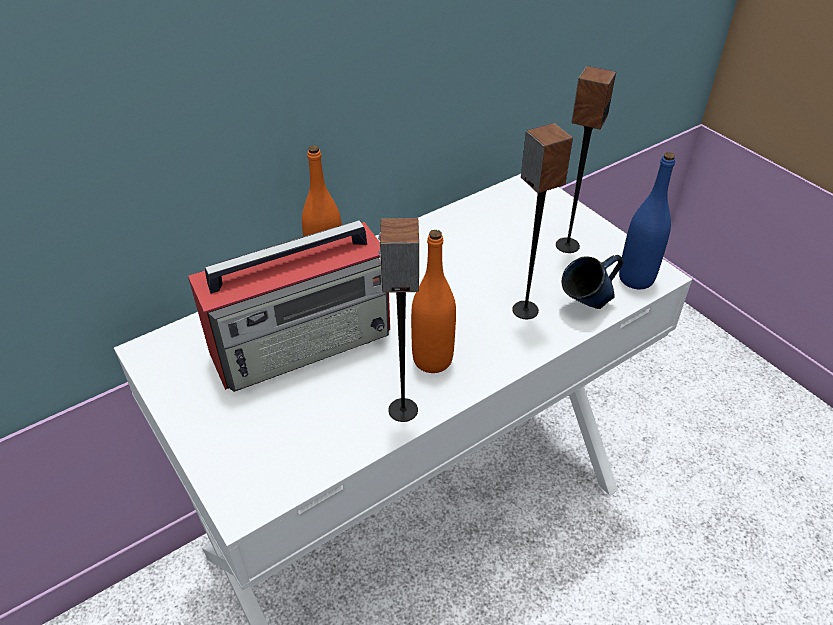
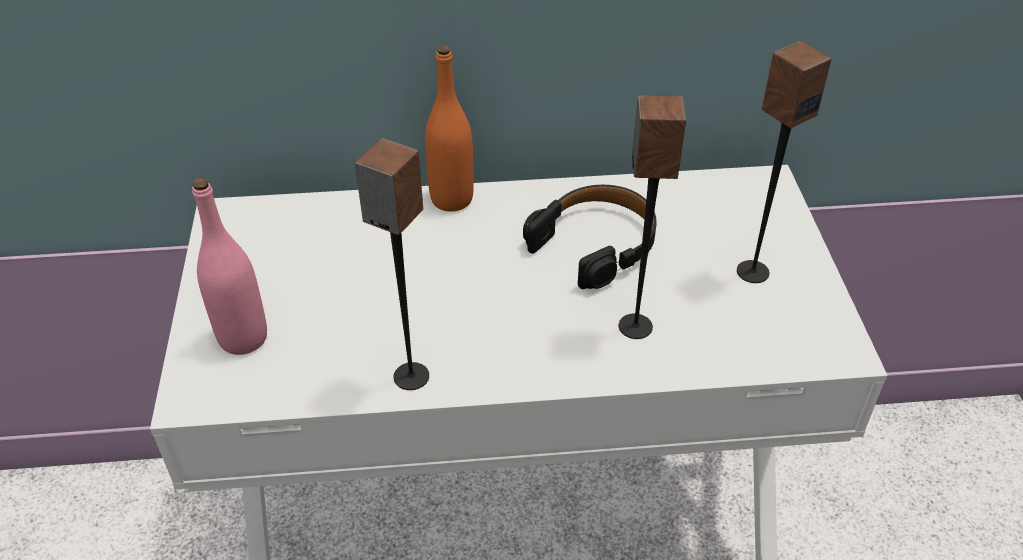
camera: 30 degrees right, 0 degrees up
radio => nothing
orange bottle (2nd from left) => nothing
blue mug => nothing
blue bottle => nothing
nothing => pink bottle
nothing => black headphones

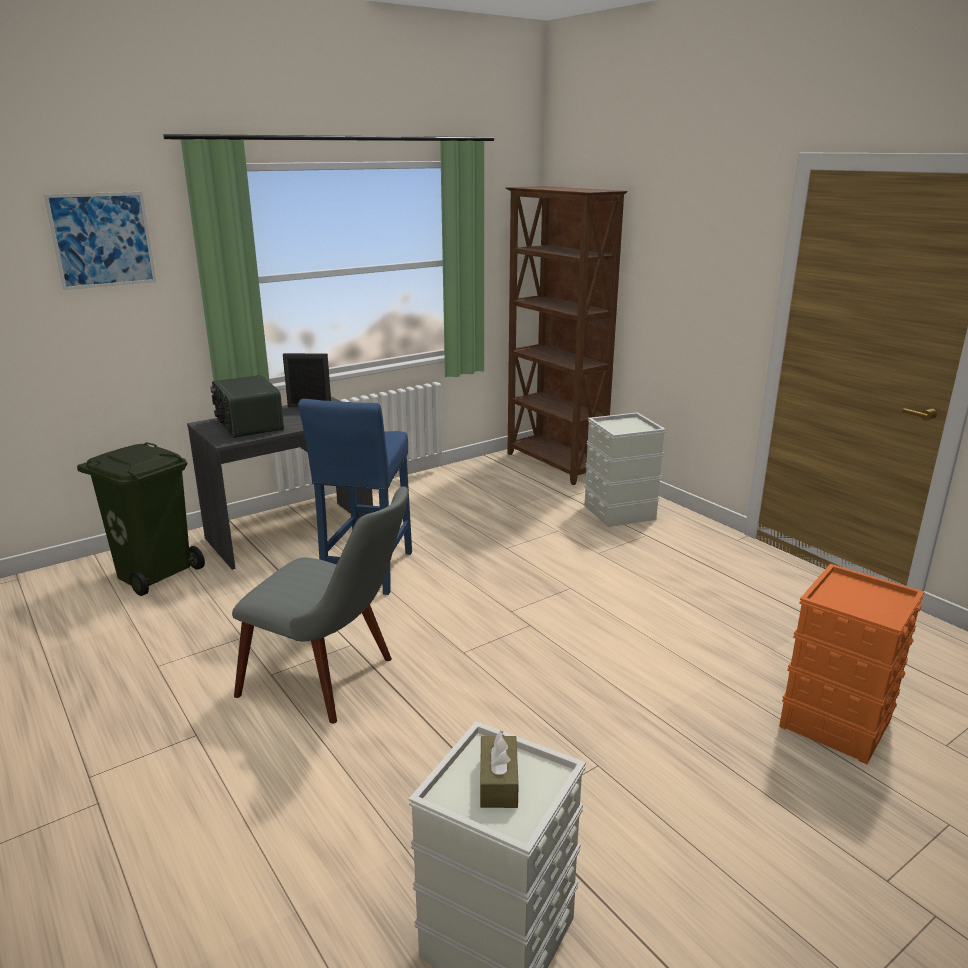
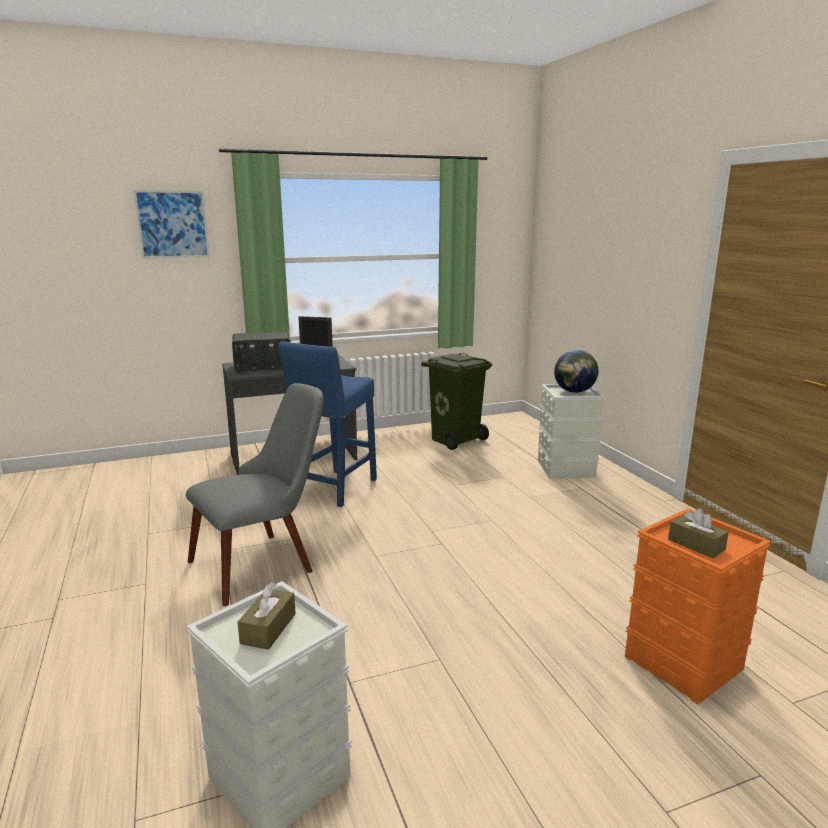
camera: 15 degrees right, 5 degrees down
brown bookcase => nothing
nothing => globe
nothing => brown tissue box (2nd from left)
green trash can, moved
radio, 90 degrees counterclockwise
grey chair, 75 degrees counterclockwise

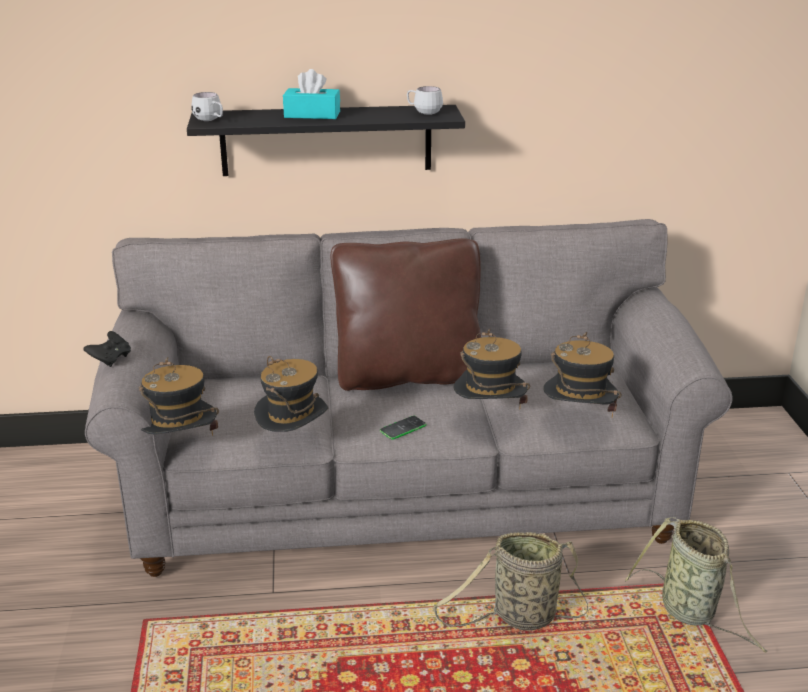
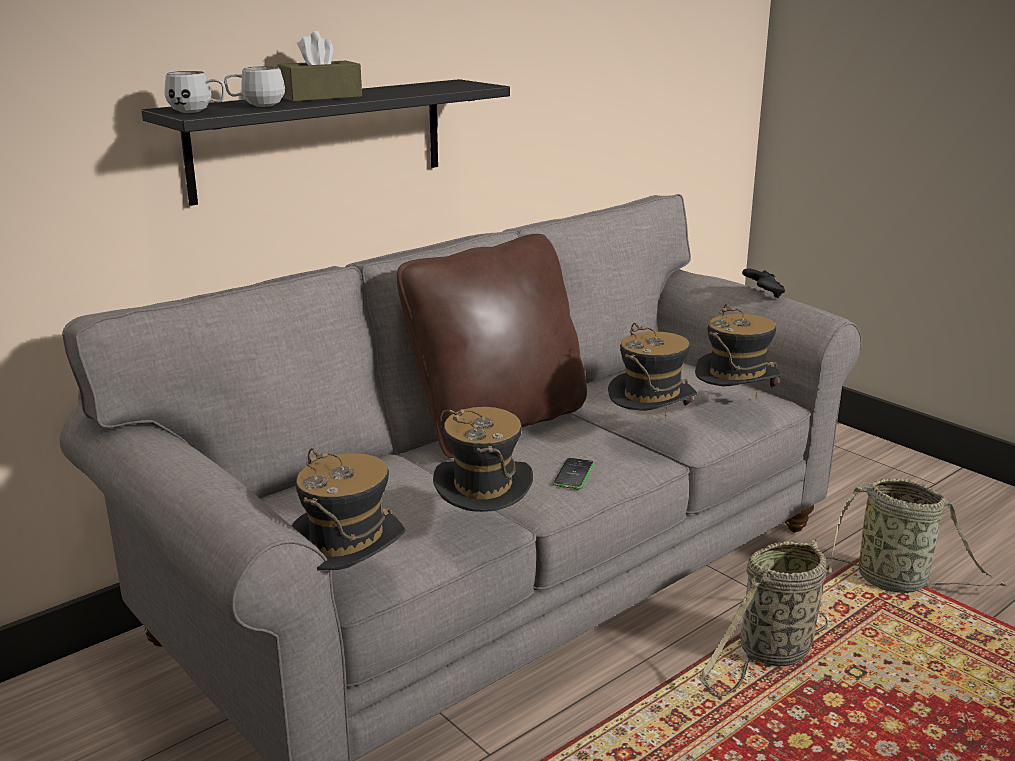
camera: 35 degrees left, 5 degrees down
black game controller, moved
white mug (2nd from left), moved
turquoise tissue box => brown tissue box

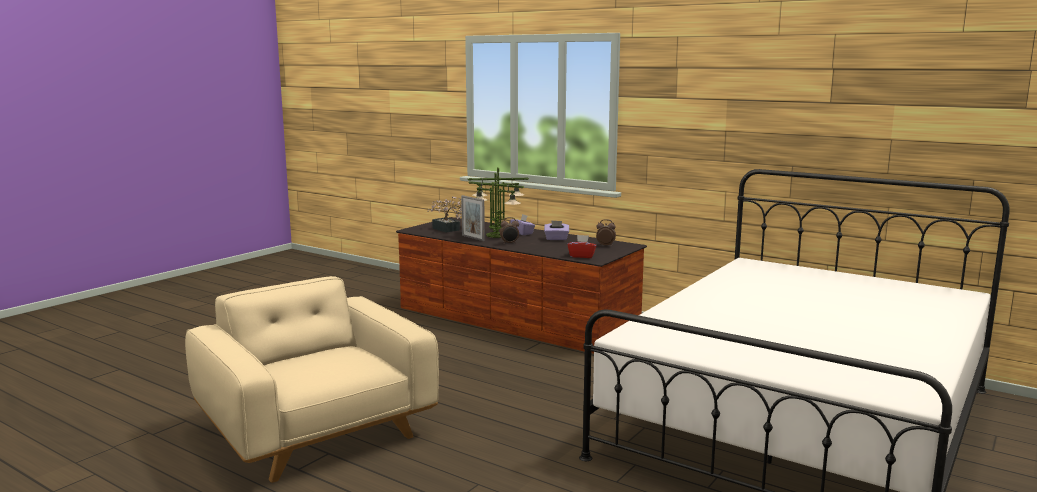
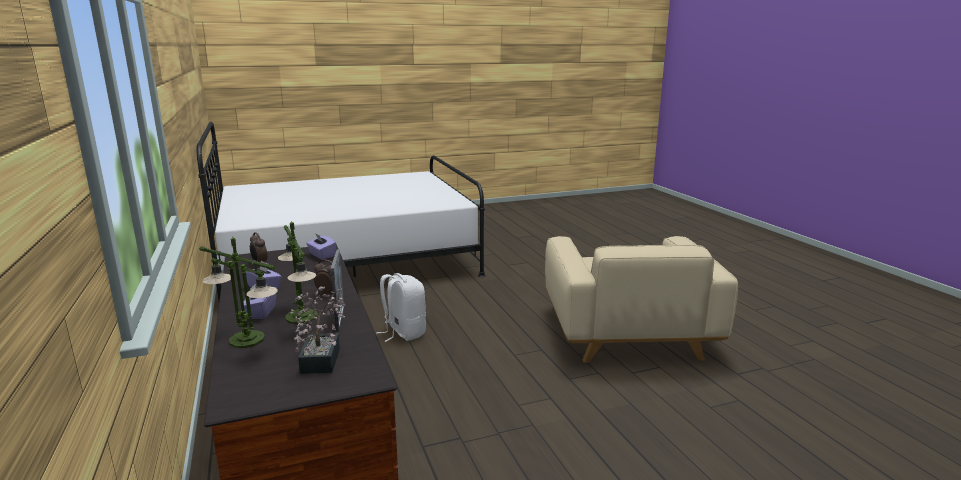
camera: 145 degrees left, 5 degrees up
nothing => white backpack
red tissue box => purple tissue box (3rd from left)

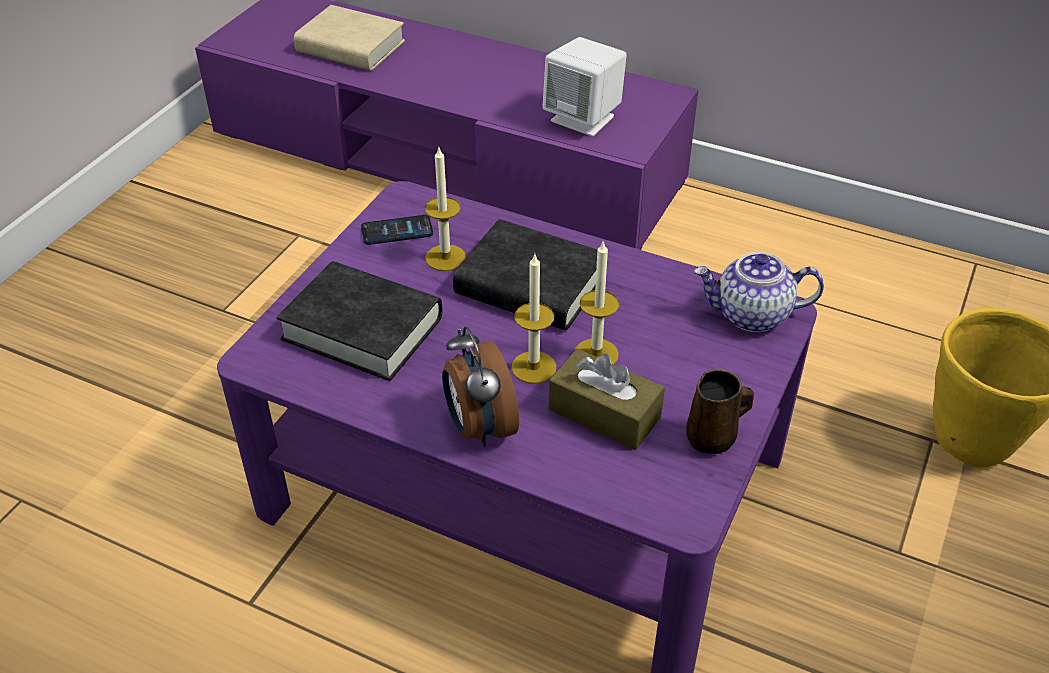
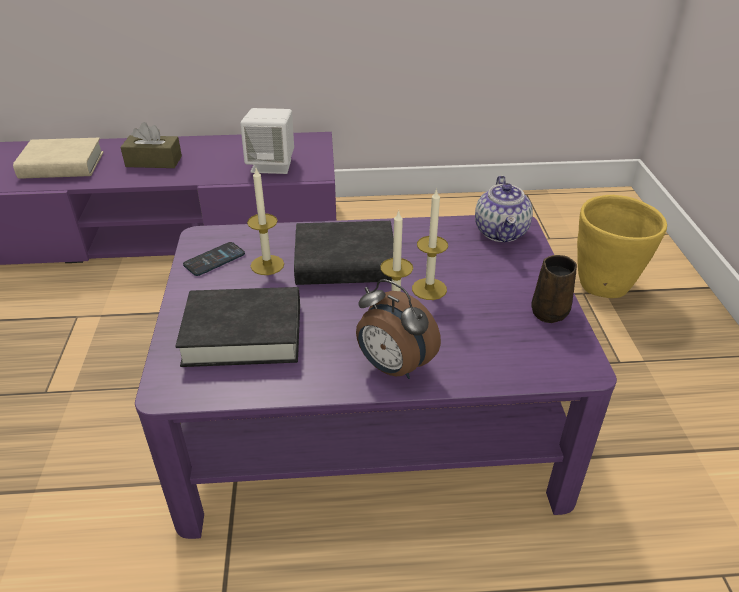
camera: 30 degrees left, 5 degrees down
brown tissue box, moved
teapot, 60 degrees counterclockwise

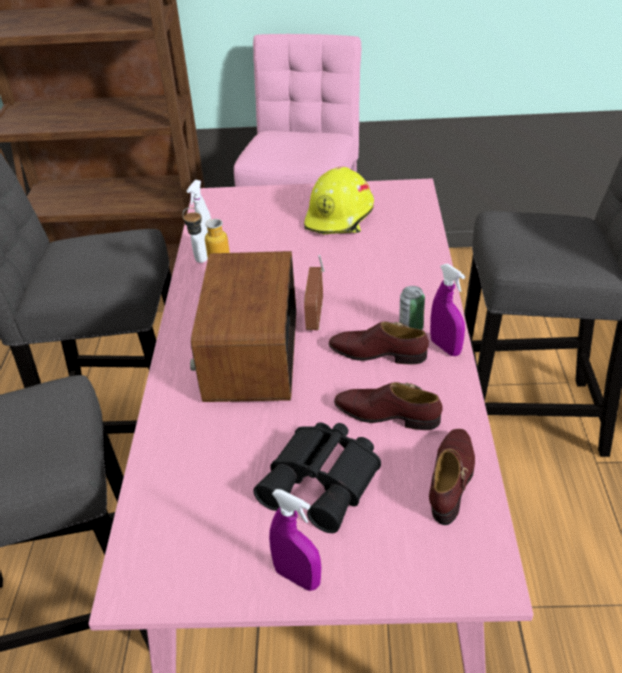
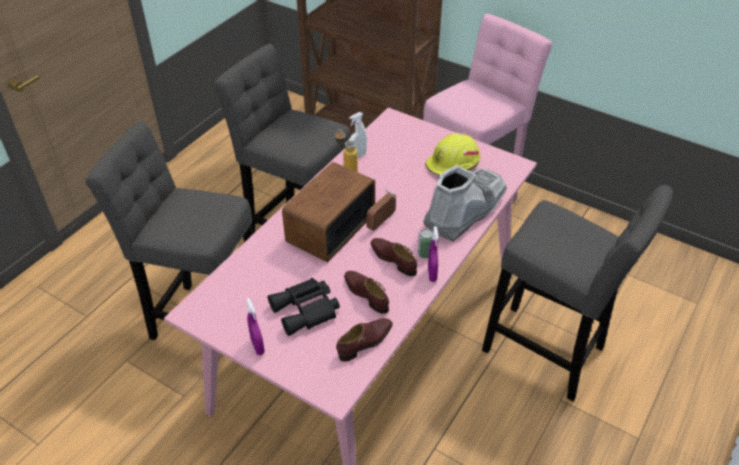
camera: 30 degrees right, 5 degrees up
nothing => grey boot

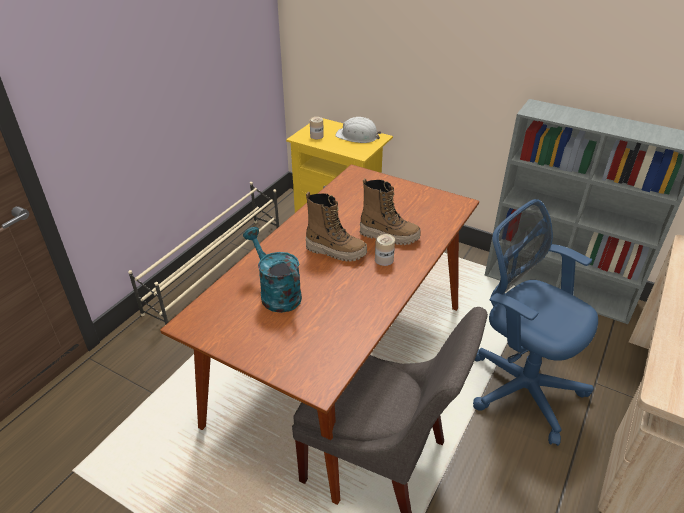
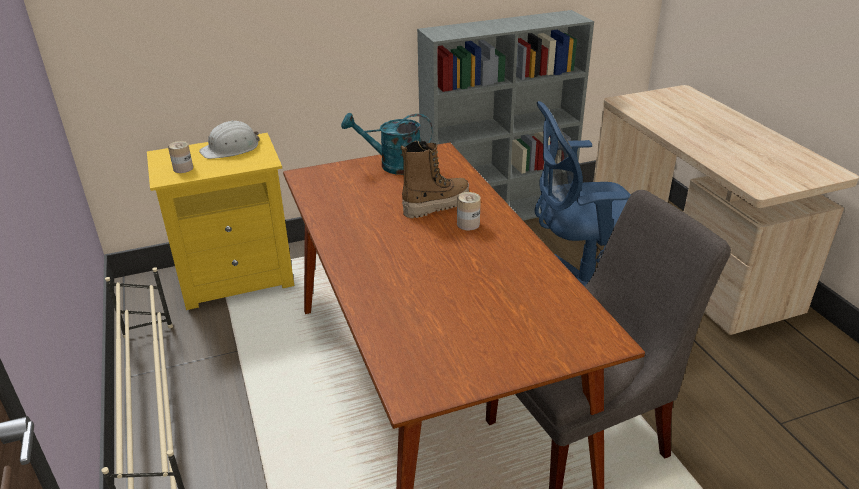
camera: 50 degrees left, 5 degrees down
boot (1st from left) => nothing
turquoise watering can, moved

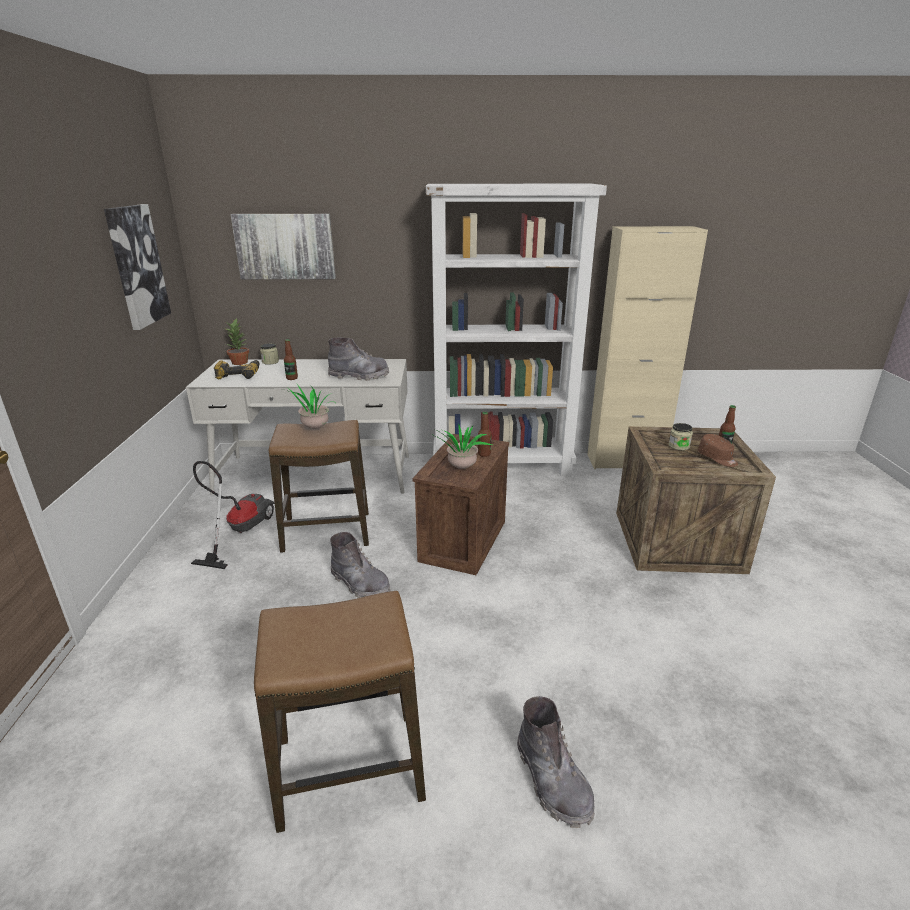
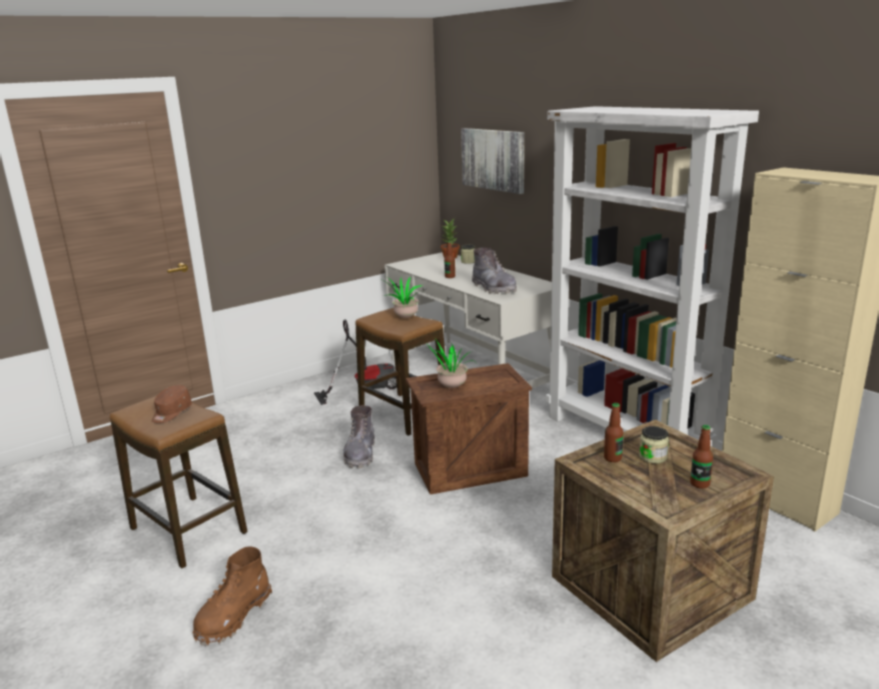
camera: 55 degrees right, 5 degrees down
picture (1st from left) => nothing
power drill => nothing
bottle (2nd from left), moved
brown cap, moved
grey boot (3rd from left) => brown boot

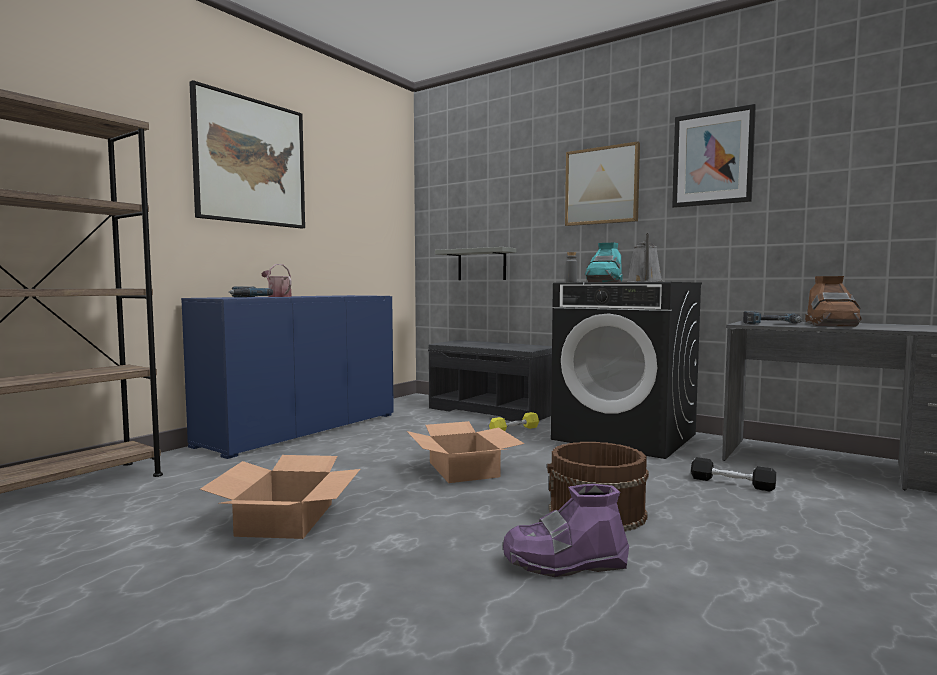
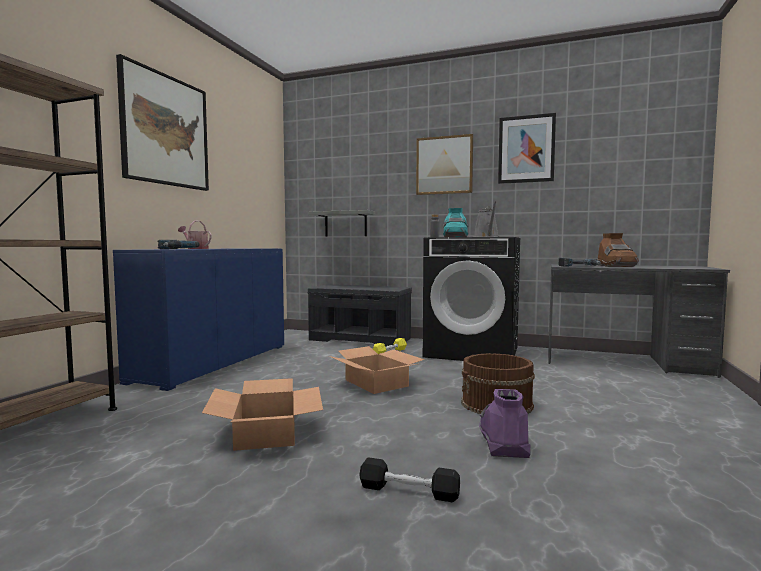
camera: 15 degrees left, 0 degrees up
black dumbbell, moved
purple boot, 120 degrees clockwise

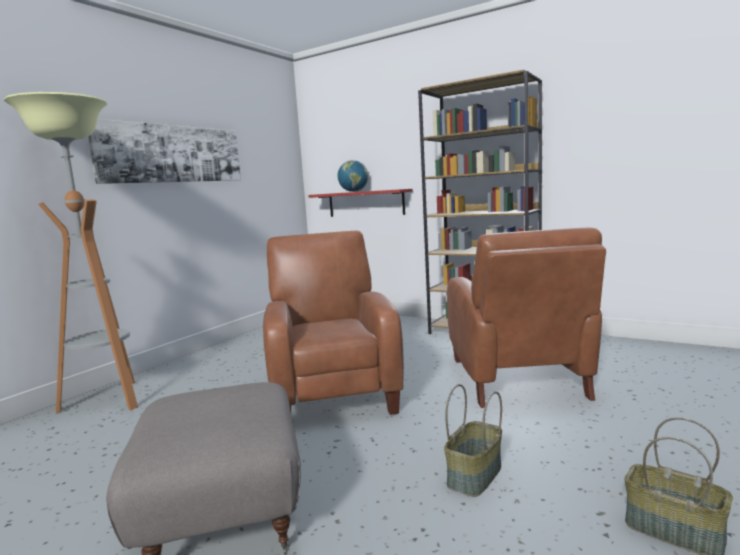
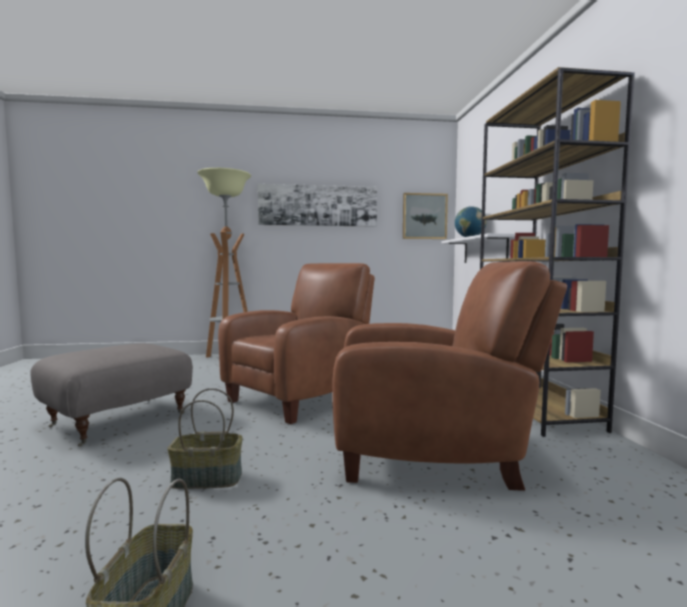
camera: 50 degrees right, 5 degrees down
nothing => picture (2nd from left)
red shelf => white shelf
brown armchair (2nd from left), 135 degrees counterclockwise

